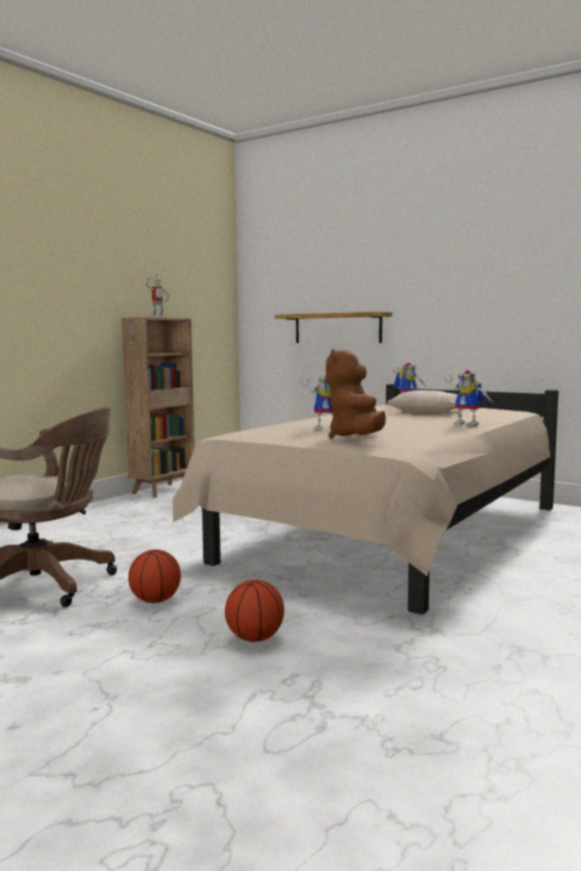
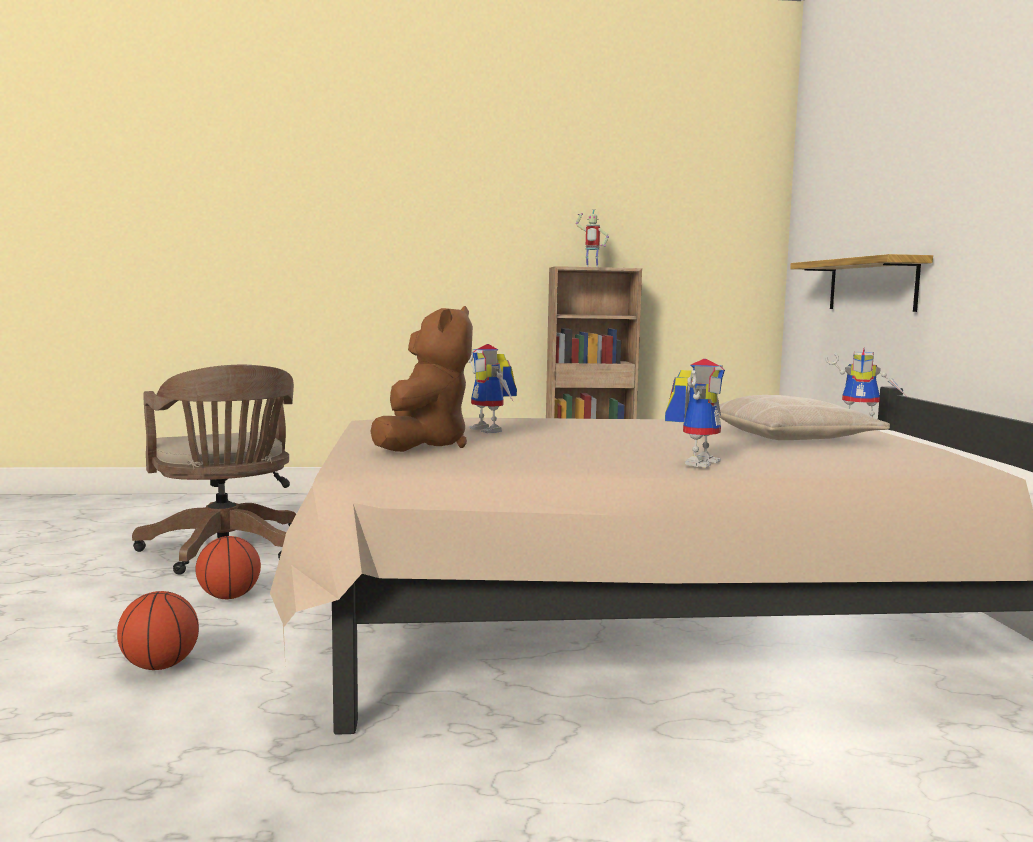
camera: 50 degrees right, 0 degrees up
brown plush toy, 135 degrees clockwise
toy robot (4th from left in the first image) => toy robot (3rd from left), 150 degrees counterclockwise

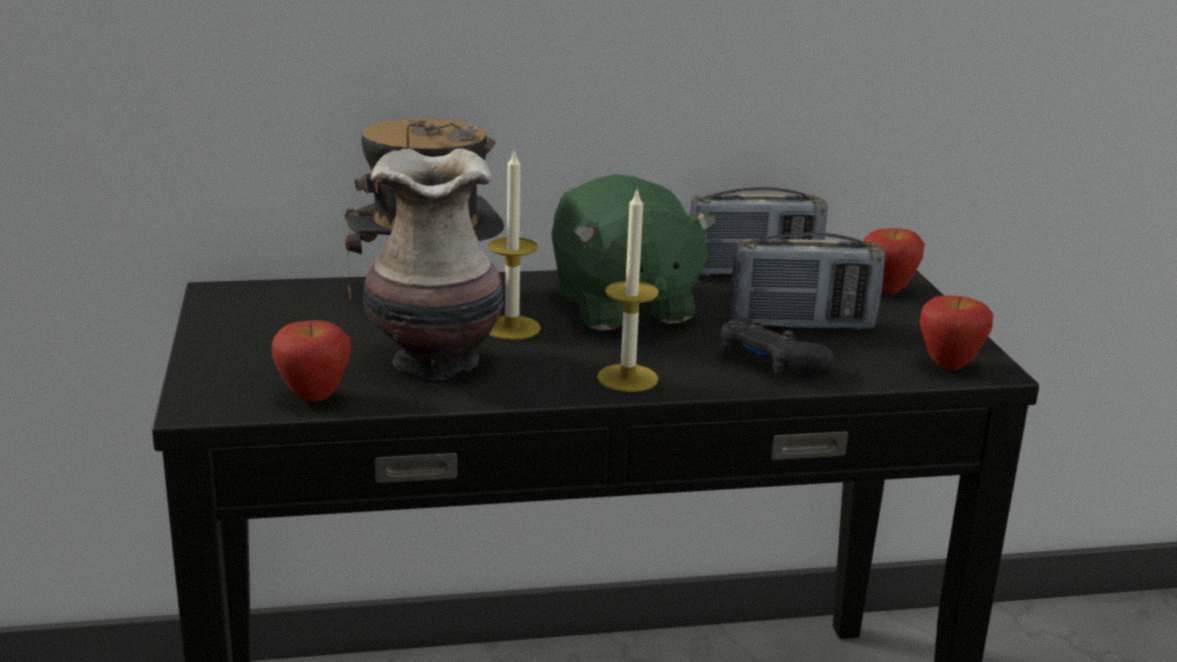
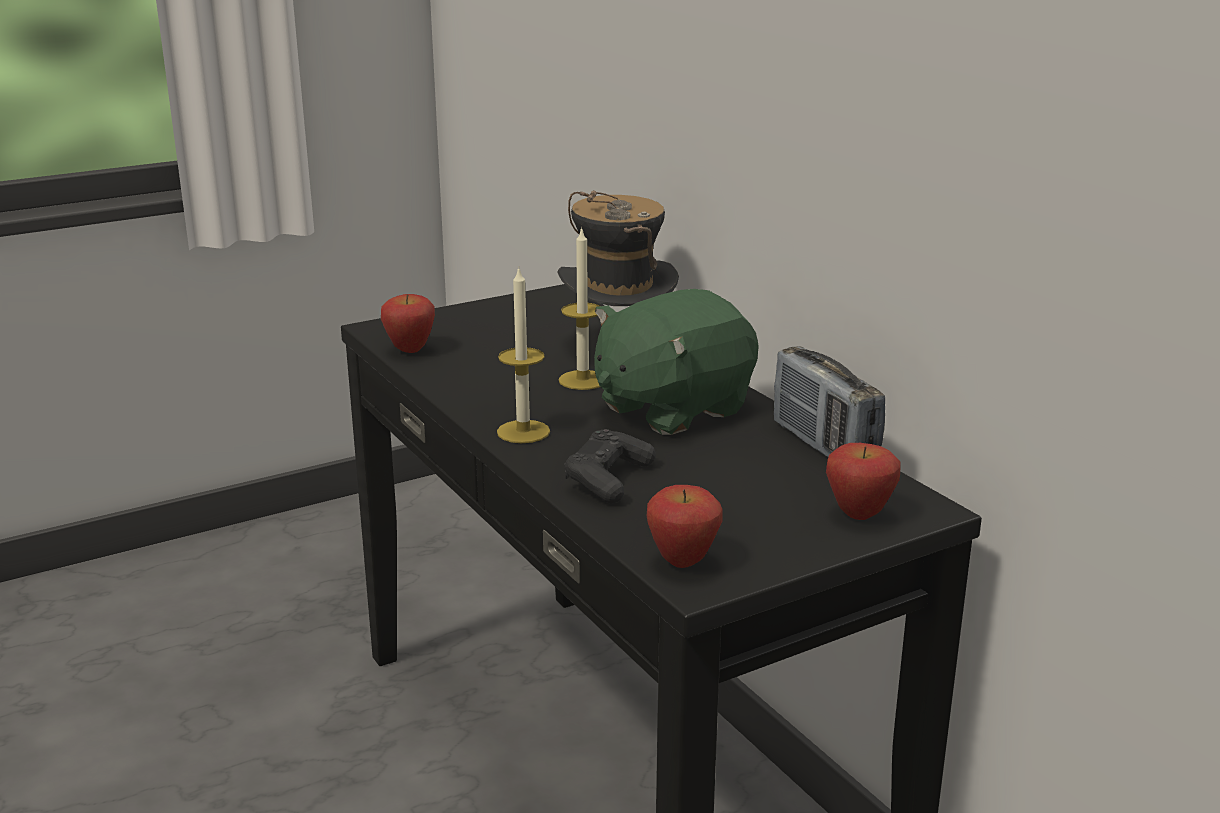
camera: 70 degrees right, 0 degrees up
vase => nothing
radio (2nd from left) => nothing

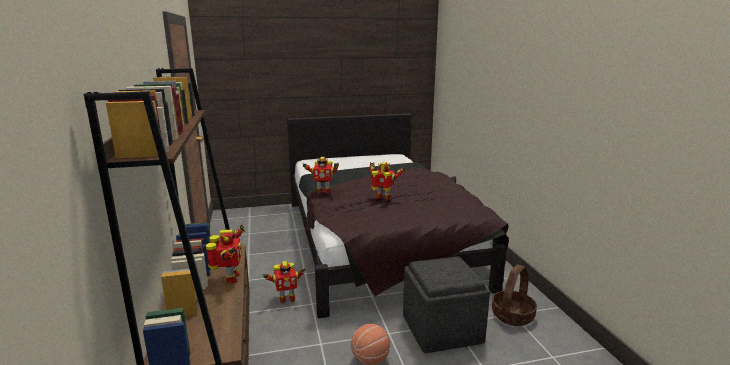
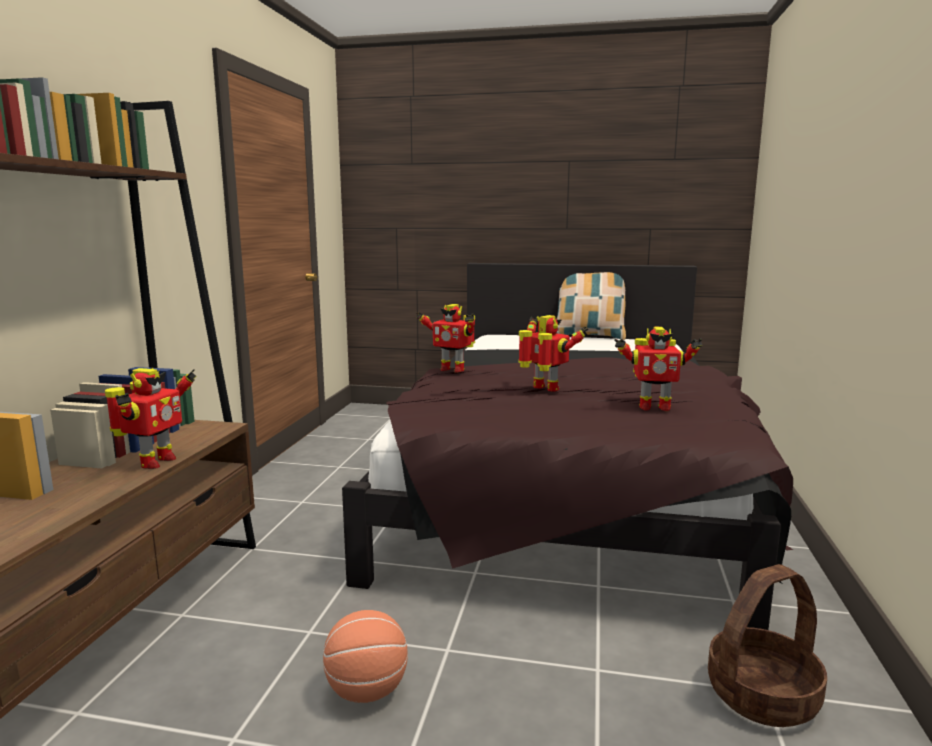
camera: 25 degrees right, 5 degrees down
grey ottoman => nothing
nothing => pillow
toy robot (2nd from left in the first image) => toy robot (4th from left), moved

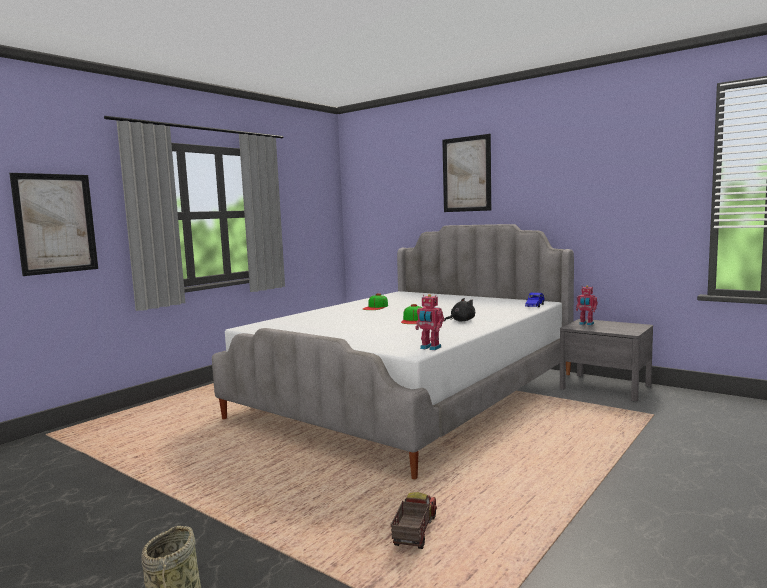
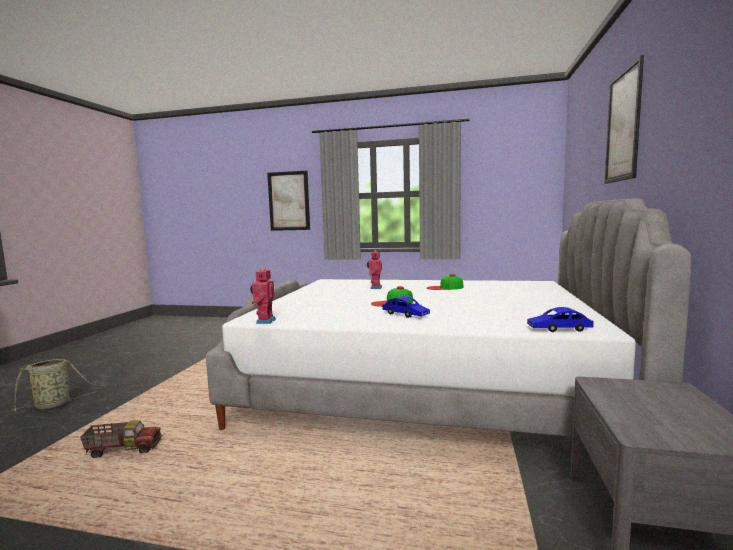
camera: 65 degrees right, 0 degrees up
toy robot (2nd from left), moved
black plush toy => blue toy car (1st from left)

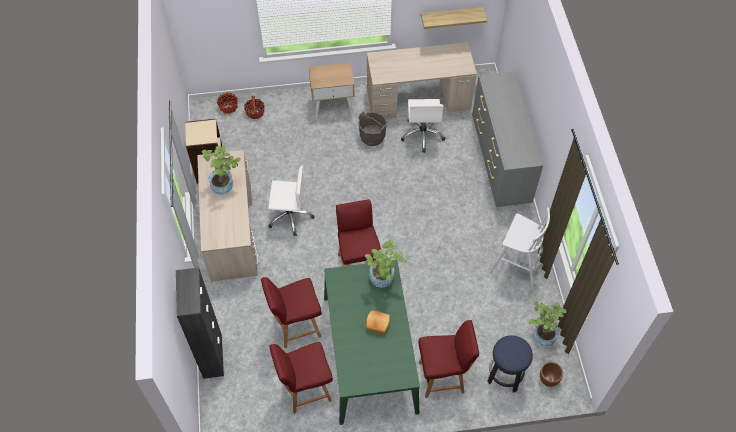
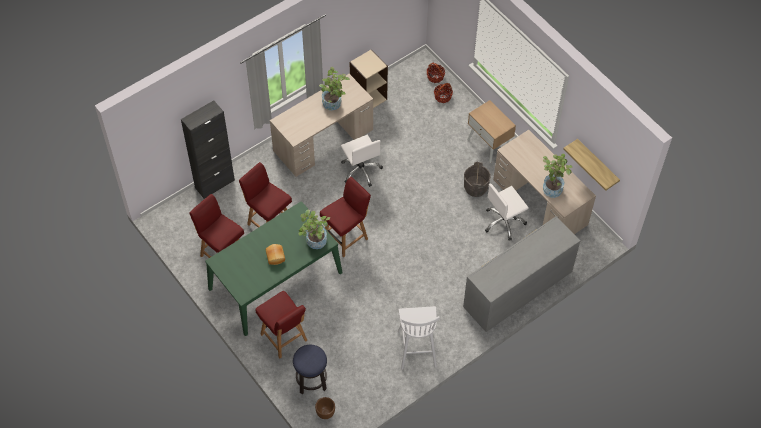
camera: 60 degrees right, 0 degrees up
potted plant (3rd from left), moved

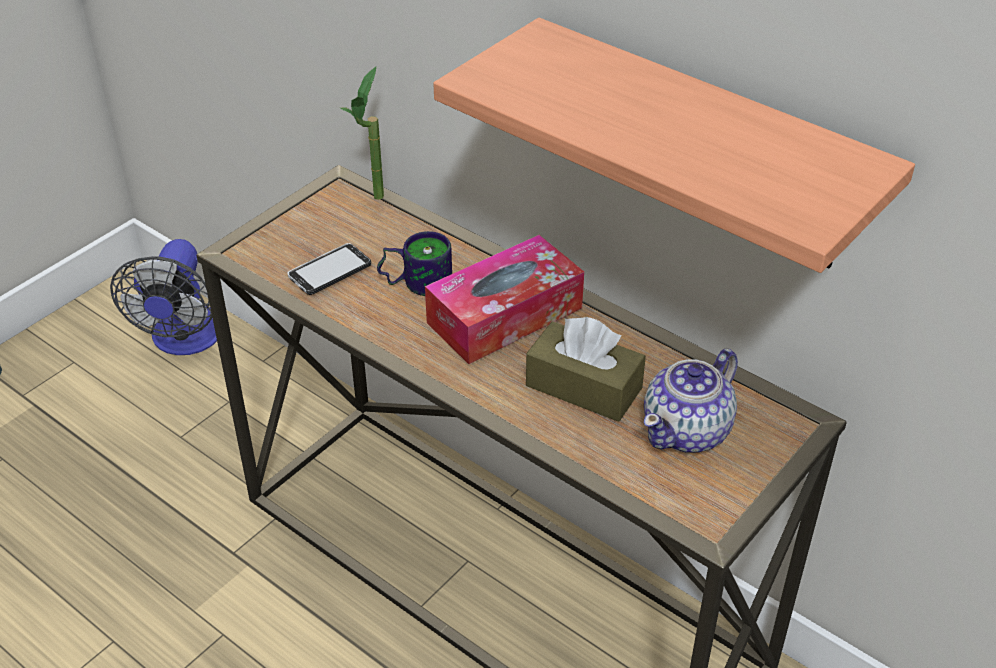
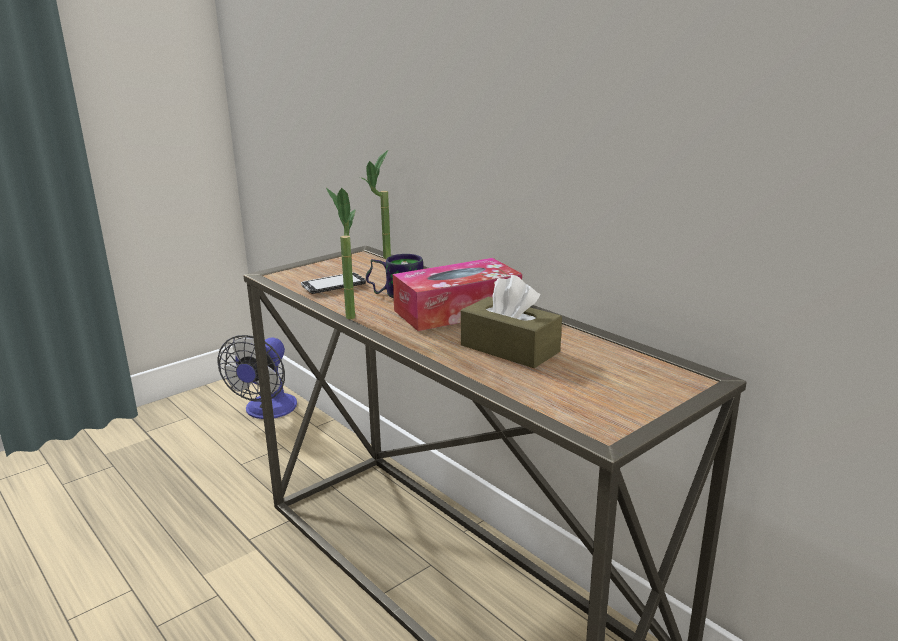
camera: 10 degrees right, 20 degrees down
shelf => nothing
teapot => nothing
nothing => potted plant (1st from left)

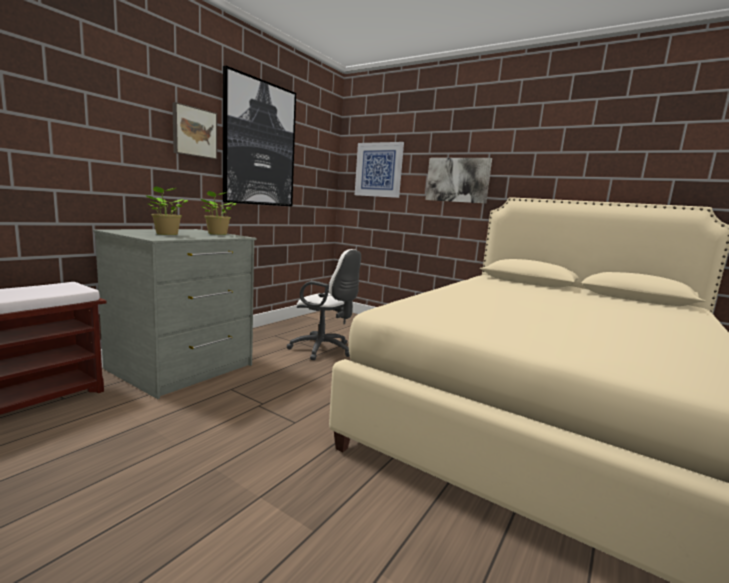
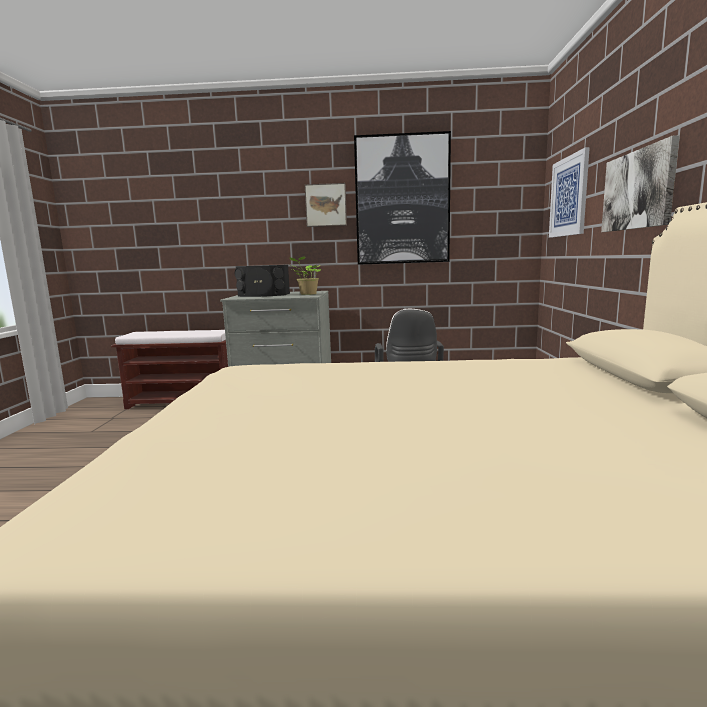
camera: 60 degrees right, 0 degrees up
potted plant (1st from left) => black speaker

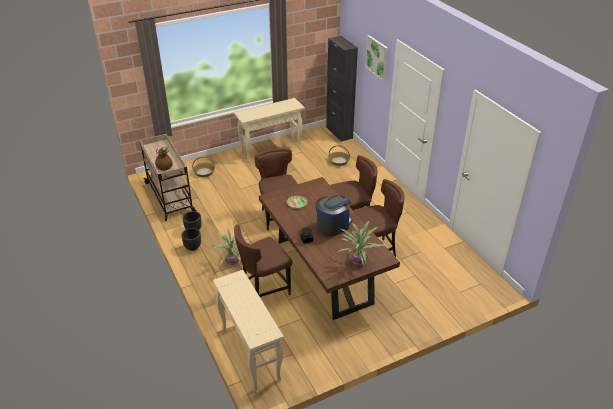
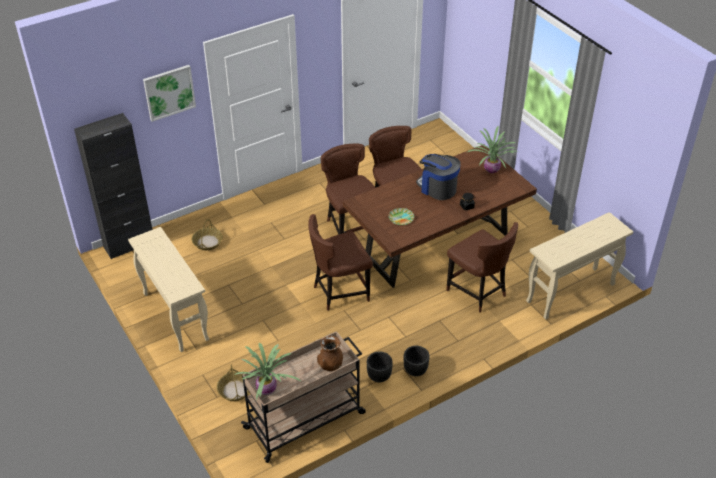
camera: 95 degrees left, 5 degrees up
potted plant (1st from left), moved

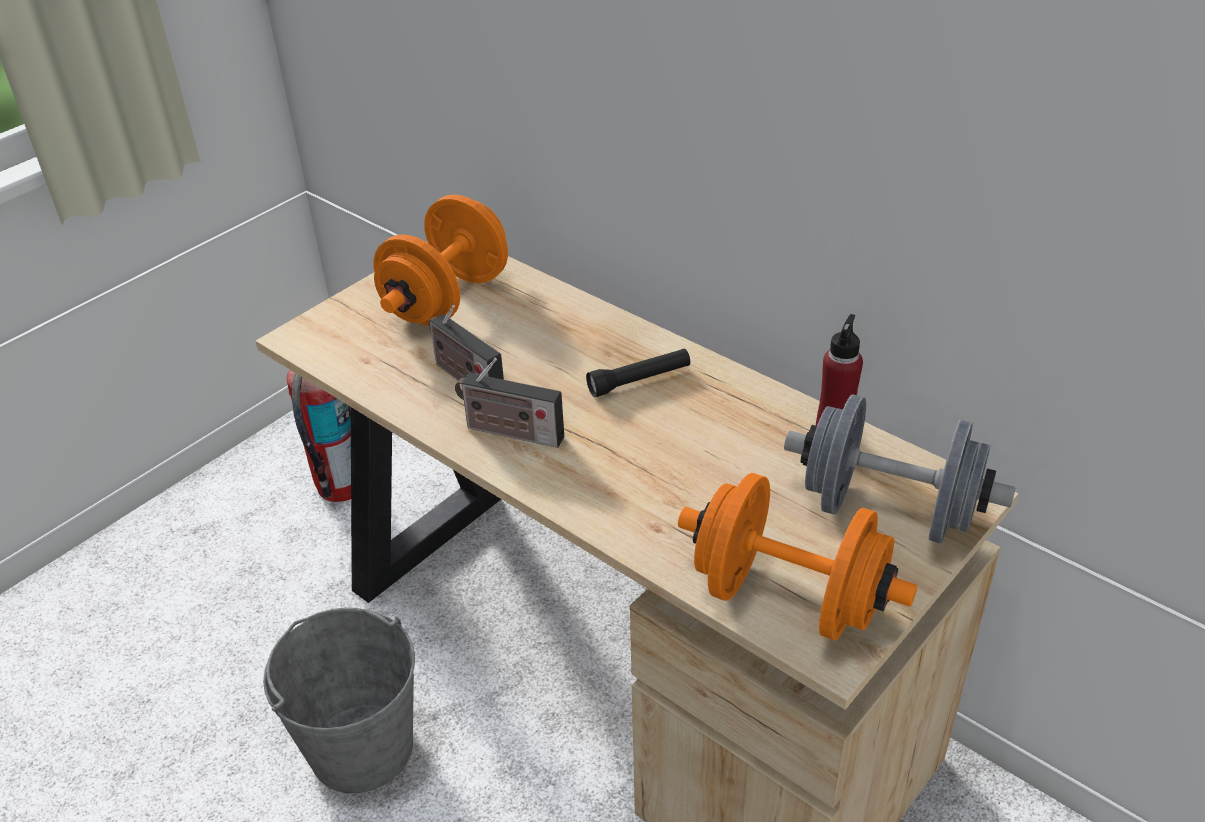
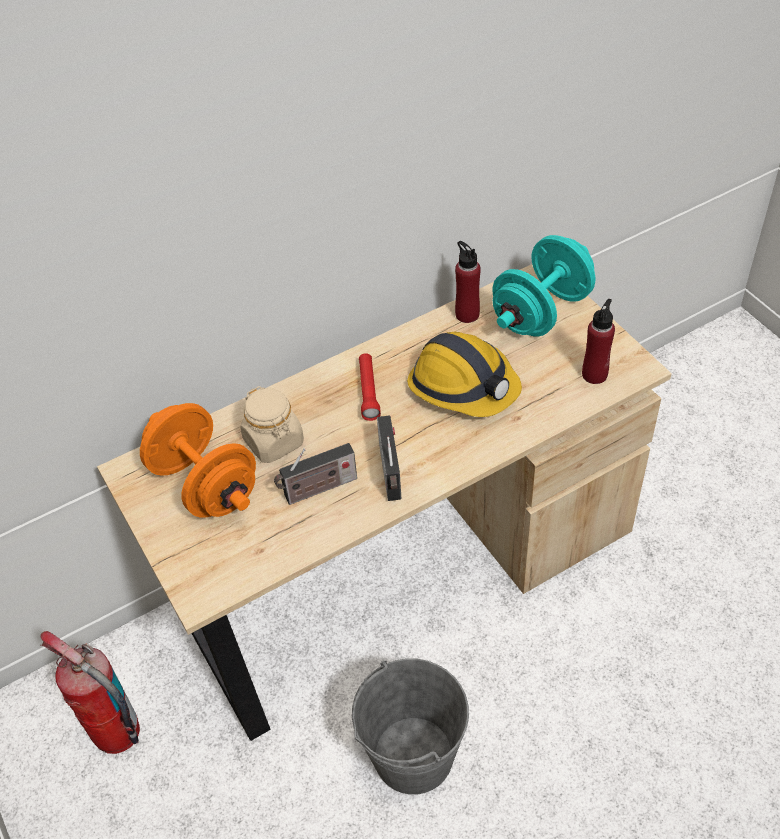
camera: 70 degrees left, 10 degrees up
nothing => beige jar
nothing => hard hat
orange dumbbell (2nd from left) => red bottle (2nd from left)
black flashlight => red flashlight
grey dumbbell => turquoise dumbbell
radio (2nd from left), 45 degrees counterclockwise

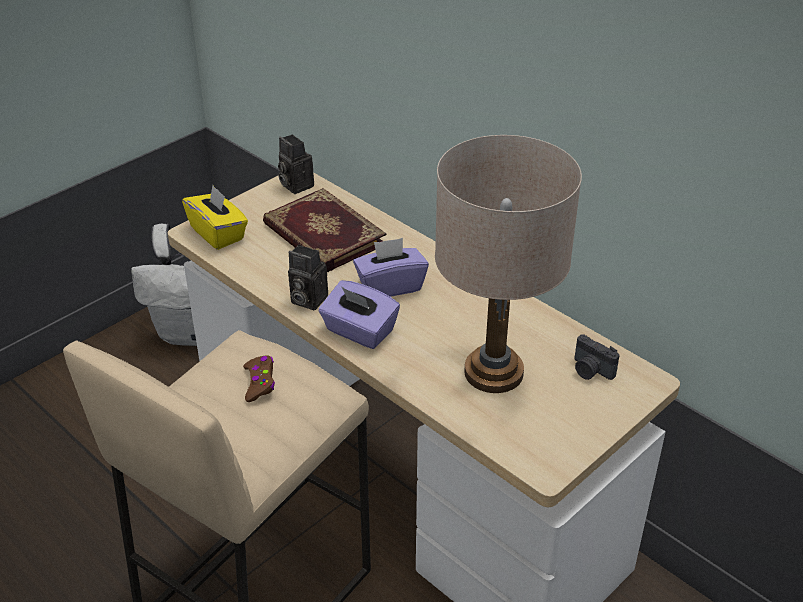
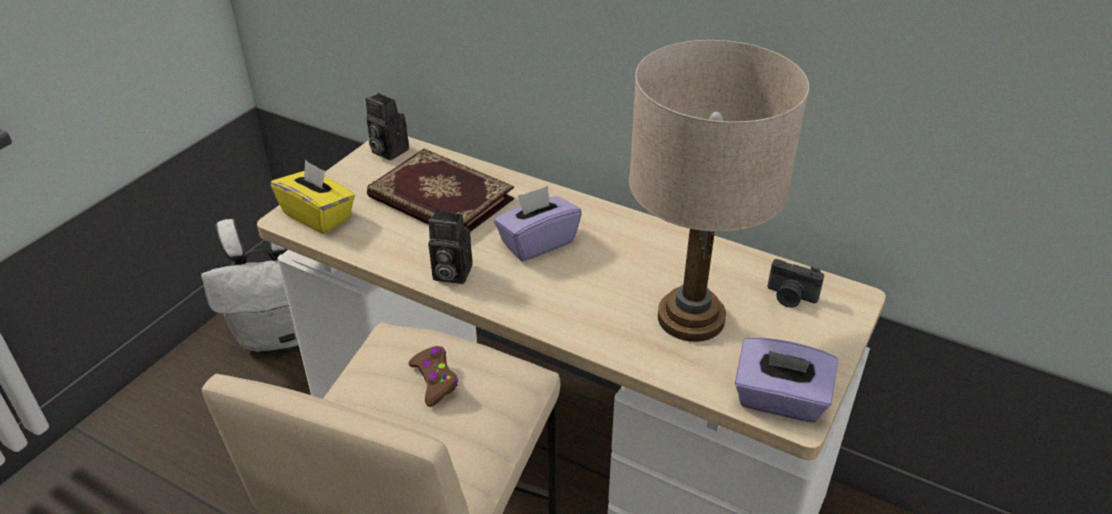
camera: 15 degrees left, 0 degrees up
purple tissue box (1st from left in the first image) => purple tissue box (2nd from left), moved

